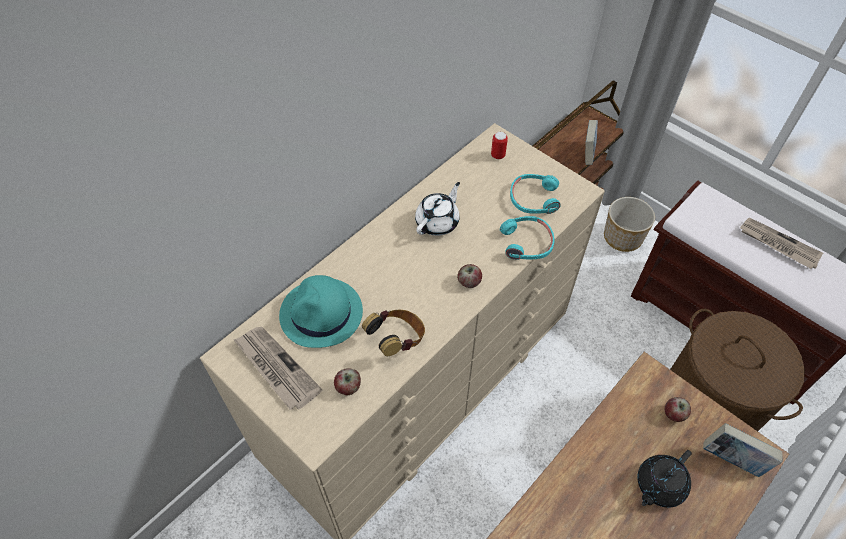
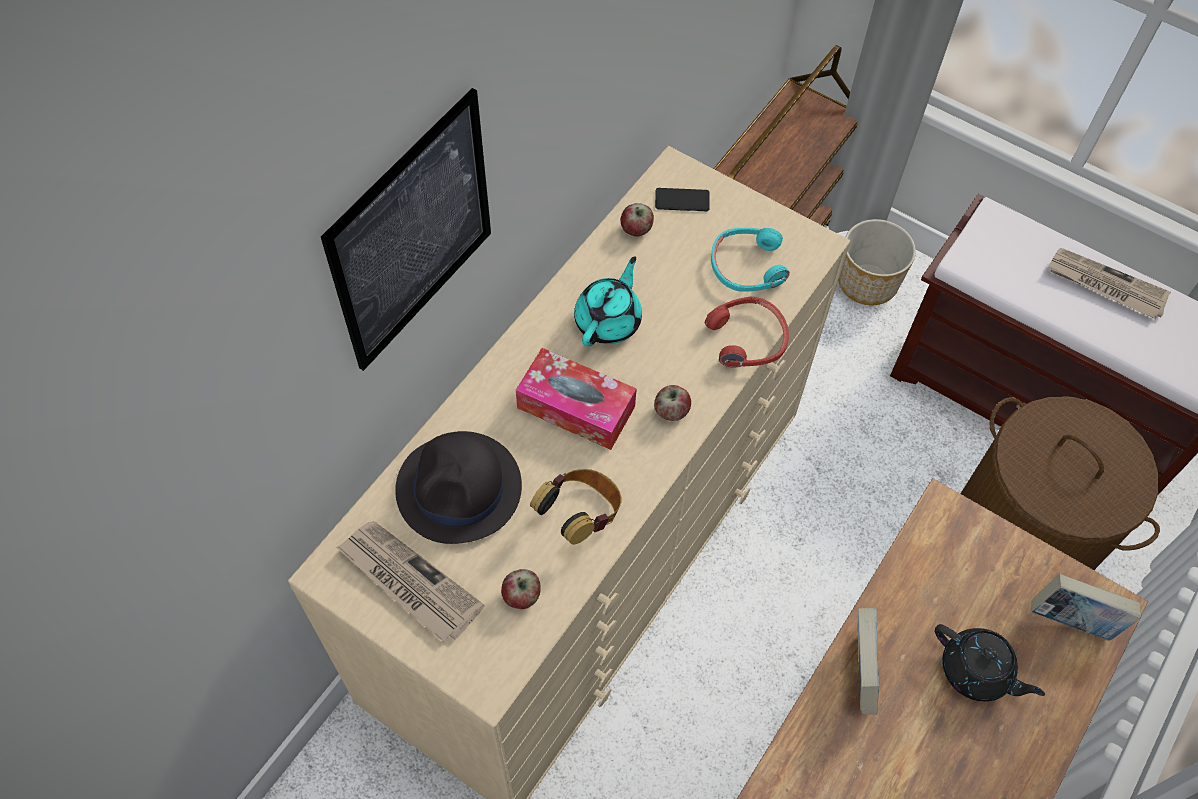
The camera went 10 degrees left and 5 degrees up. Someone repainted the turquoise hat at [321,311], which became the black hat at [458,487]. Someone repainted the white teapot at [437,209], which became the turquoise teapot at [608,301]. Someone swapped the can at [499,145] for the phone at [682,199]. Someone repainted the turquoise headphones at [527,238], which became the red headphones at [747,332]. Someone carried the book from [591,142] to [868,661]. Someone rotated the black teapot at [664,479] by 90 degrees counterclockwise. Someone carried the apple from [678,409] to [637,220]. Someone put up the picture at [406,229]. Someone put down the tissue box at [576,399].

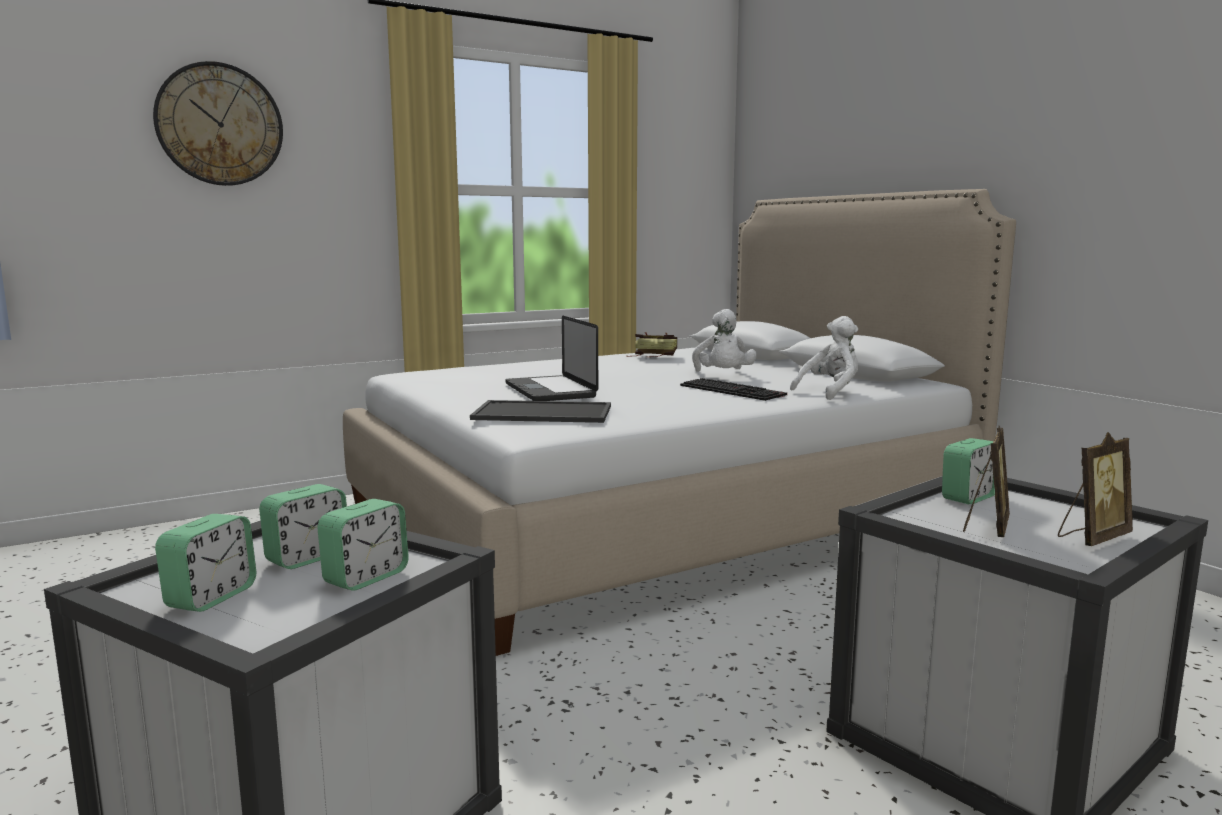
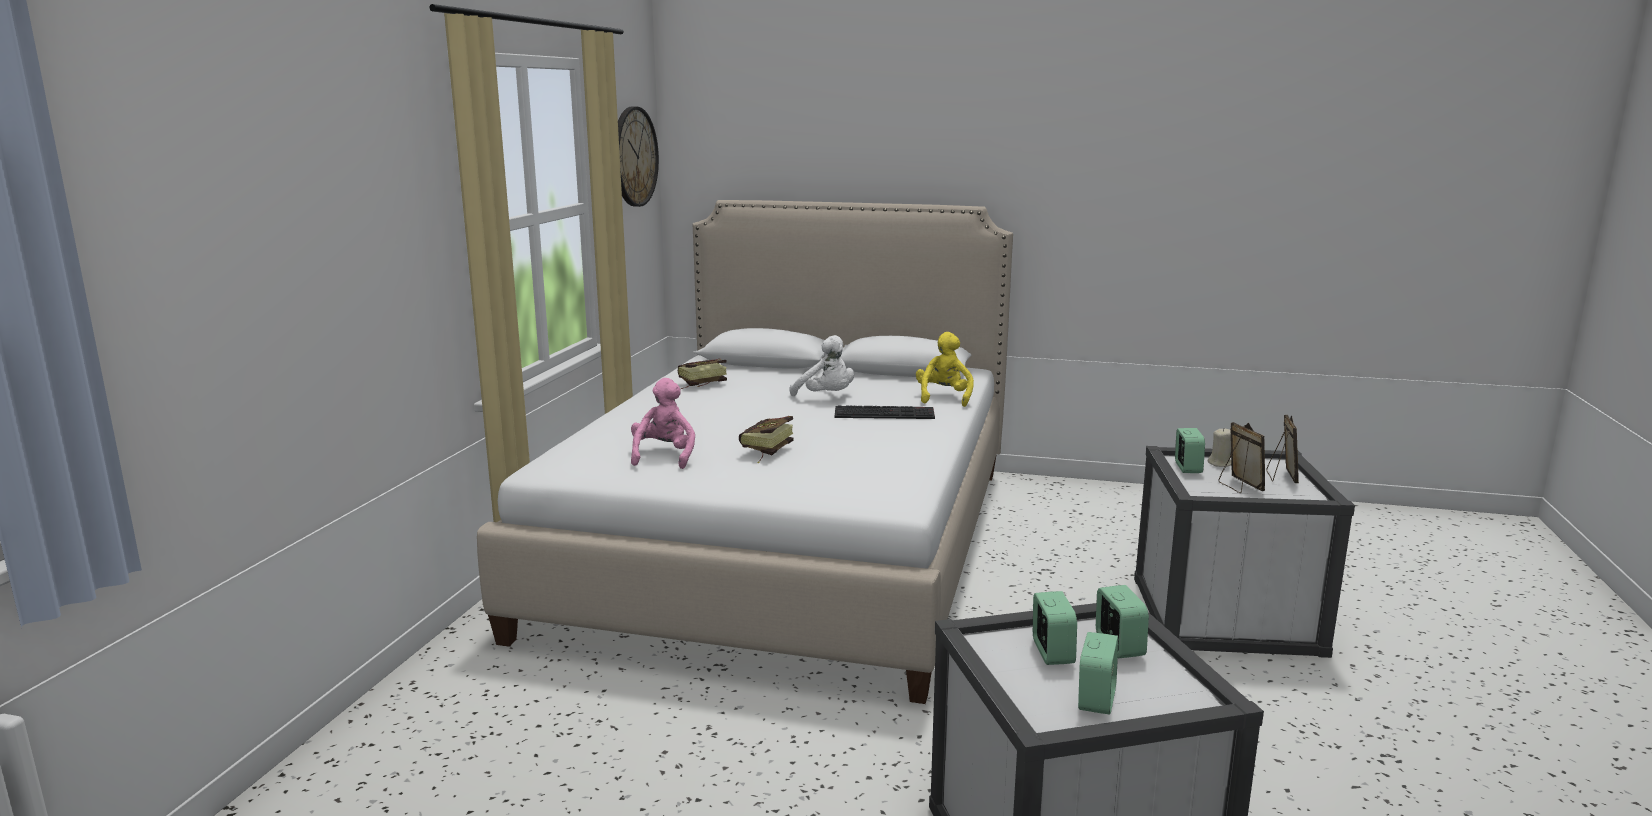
The camera went 45 degrees left and 5 degrees up. Someone carried the wall clock from [218,123] to [638,156]. Someone rotated the alarm clock at [205,563] by 45 degrees clockwise. Someone took away the tray at [540,411]. Someone swapped the laptop at [551,358] for the book at [766,439]. Someone repainted the white plush toy at [824,358], which became the yellow plush toy at [945,369]. Someone put down the pink plush toy at [663,423]. Someone put down the beige candle at [1219,447].

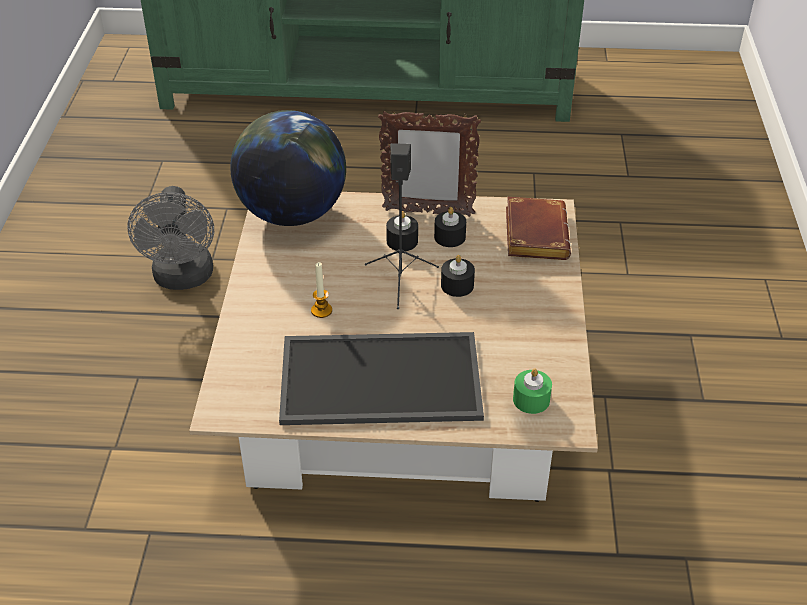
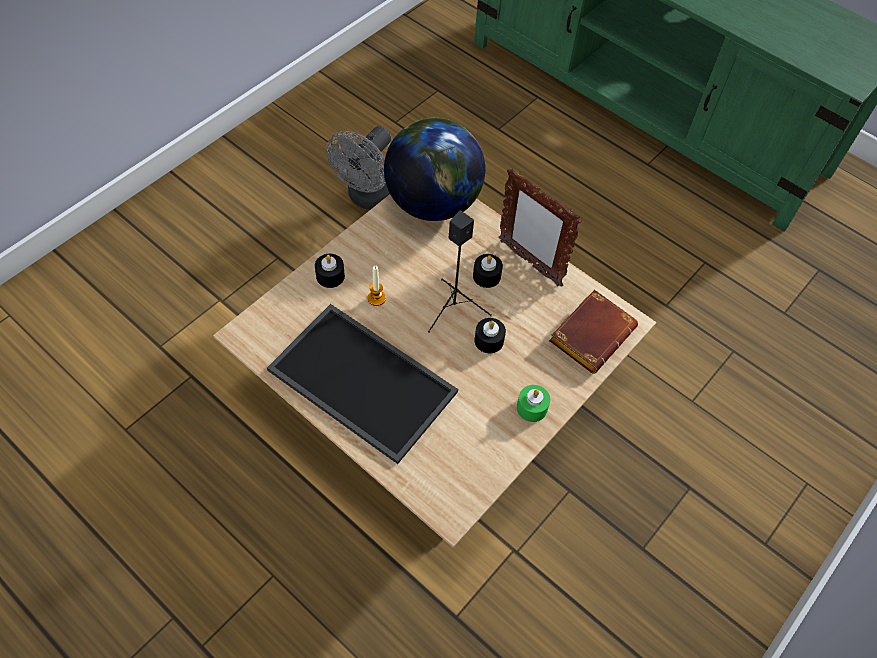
The camera went 35 degrees right and 15 degrees up. Someone carried the black candle from [450,227] to [330,271]. Someone carried the green candle from [532,391] to [533,403].

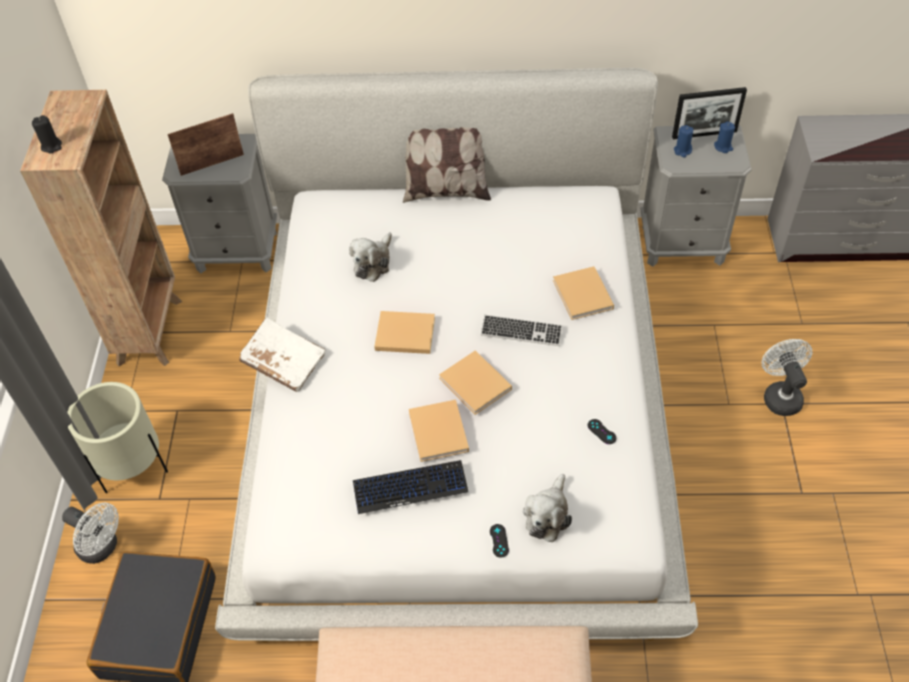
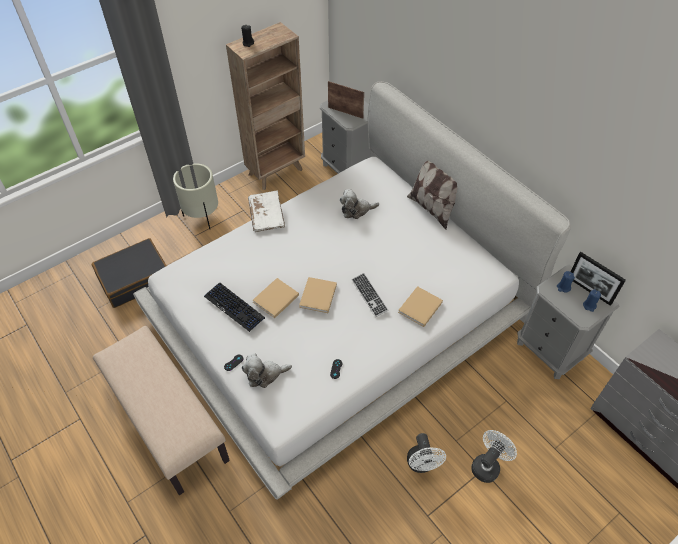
The camera went 50 degrees right and 0 degrees up. Someone carried the white fan from [90,533] to [426,453]. Someone took away the beige book at [404,332].

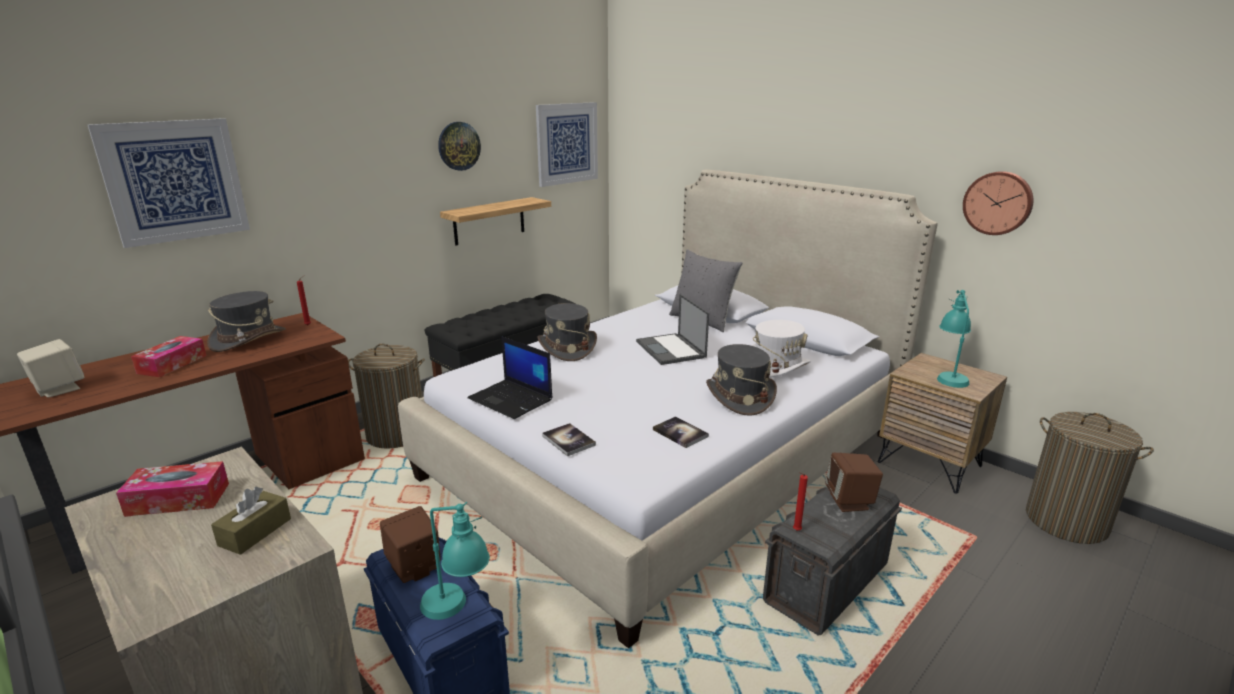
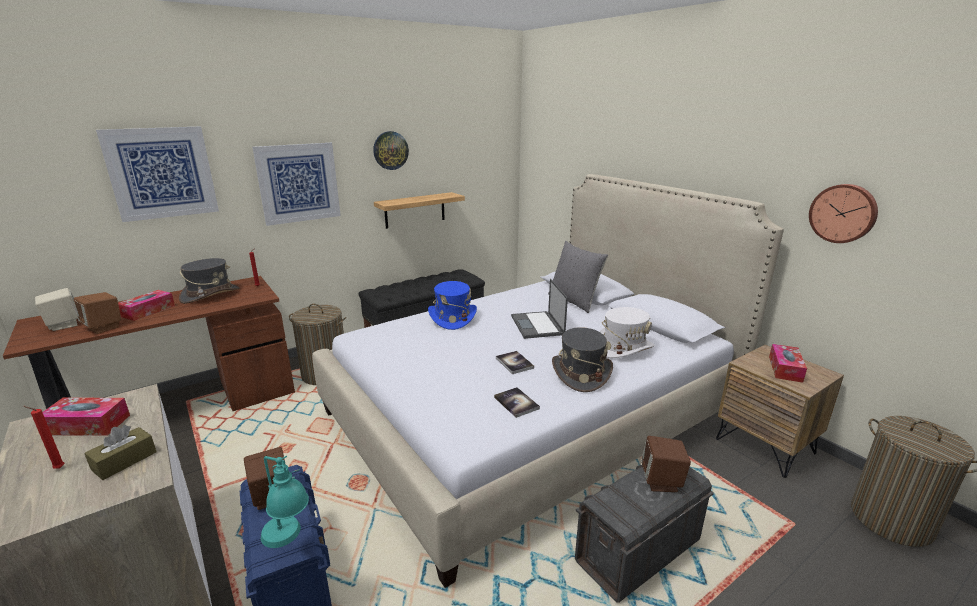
The camera went 10 degrees right and 0 degrees up. Someone took away the laptop at [510,377]. Someone carried the picture from [567,144] to [296,184]. Someone repainted the grey hat at [567,332], which became the blue hat at [452,305]. Someone carried the book from [569,439] to [515,362]. Someone carried the red candle from [800,501] to [43,437]. Someone swapped the turquoise table lamp at [954,339] for the tissue box at [788,363]. Someone put down the brown speaker at [97,313].

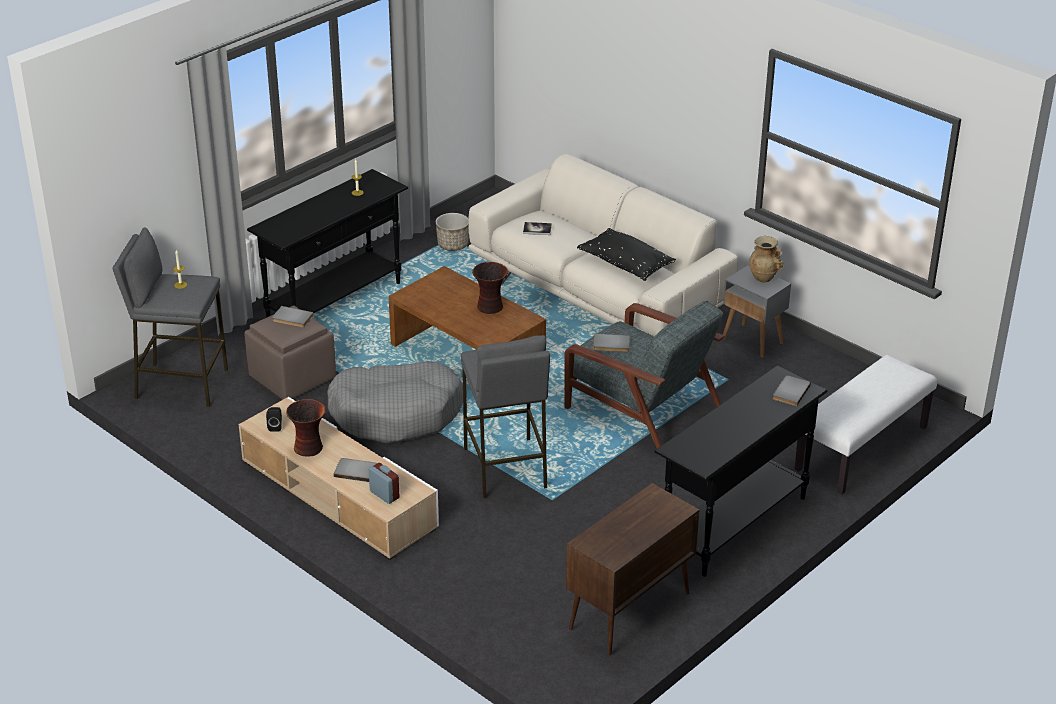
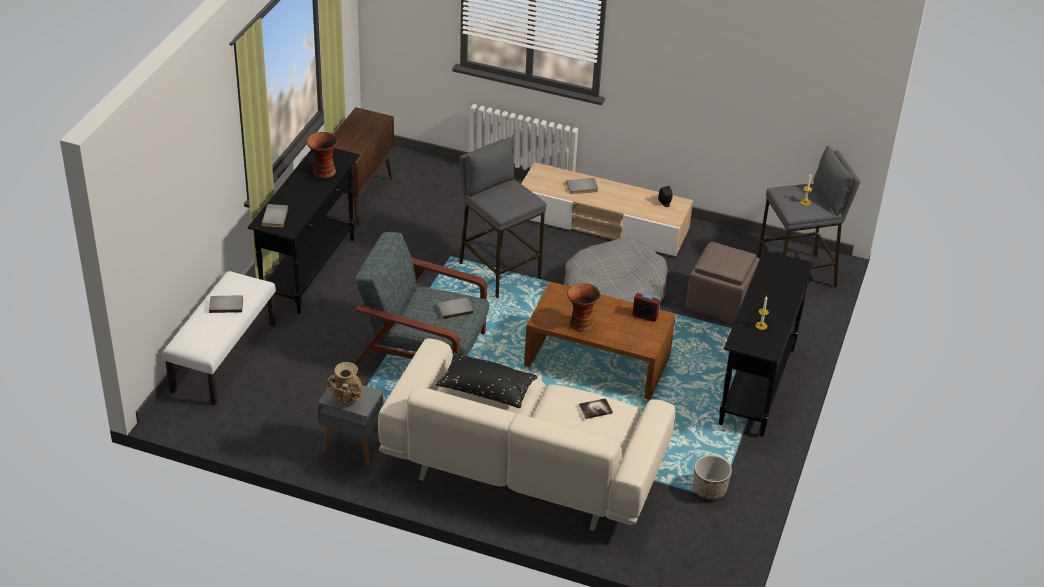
The camera went 155 degrees right and 5 degrees up. Someone carried the grey book from [293,317] to [226,304]. Someone carried the vase from [306,428] to [322,155]. Someone carried the alarm clock from [384,483] to [647,306].

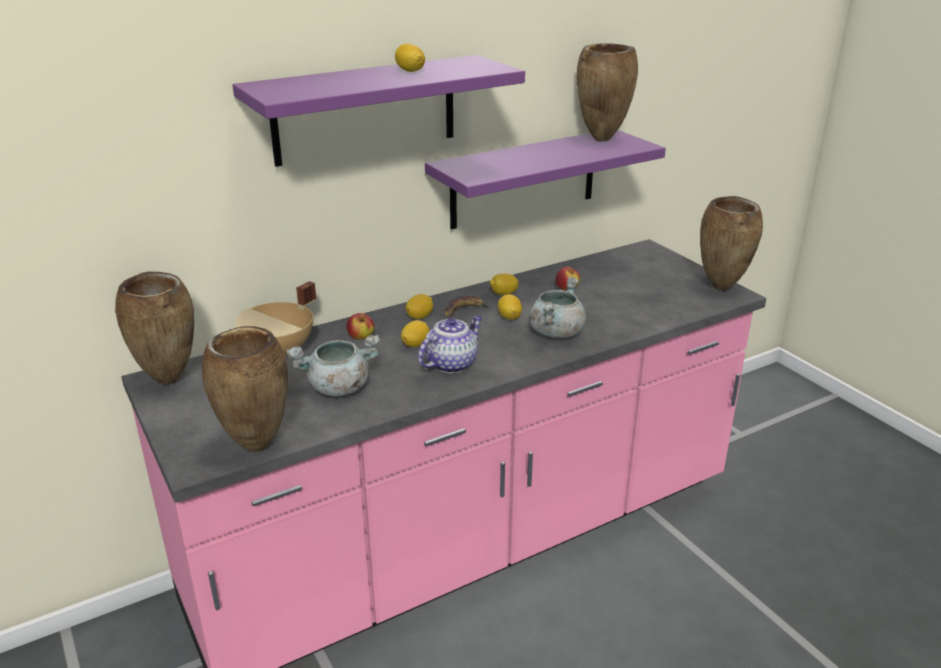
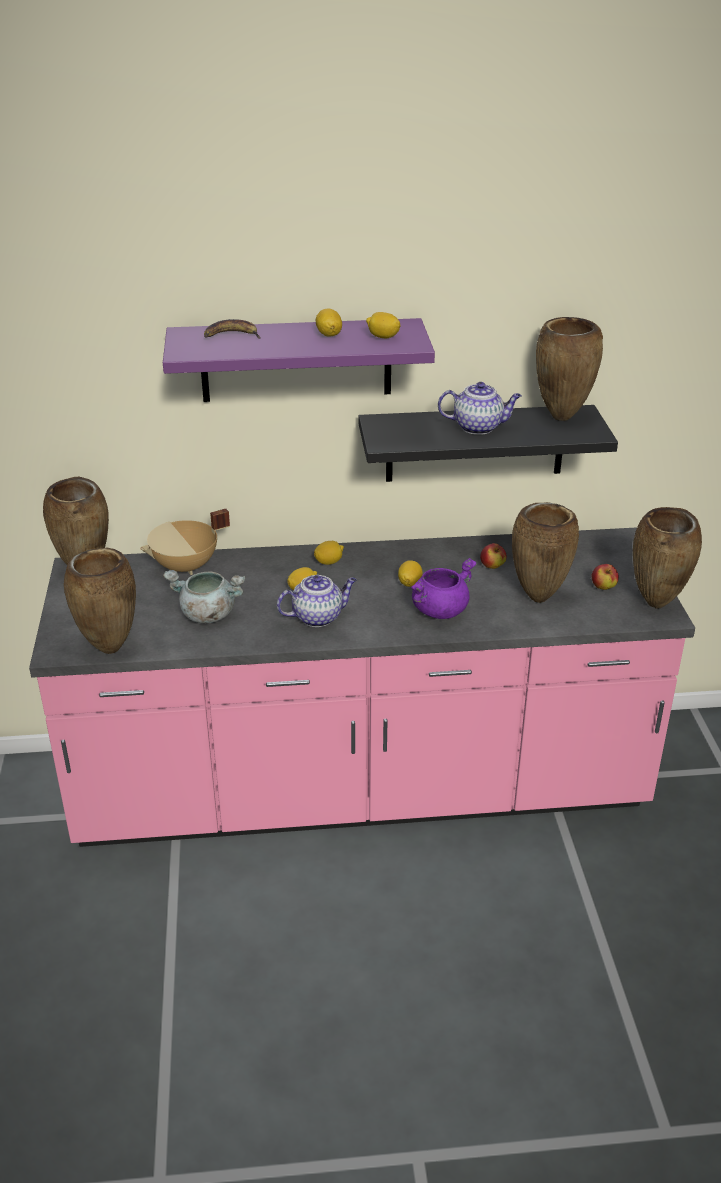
The camera went 25 degrees right and 5 degrees up. Someone carried the apple from [360,326] to [605,577]. Someone repainted the purple shelf at [545,180], which became the black shelf at [488,443]. Someone carried the banana from [468,307] to [232,329]. Someone carried the lemon from [504,284] to [383,325]. Someone repainted the grey cooking pot at [557,307], which became the purple cooking pot at [443,588]. Someone put down the teapot at [480,408]. Someone put down the brown vase at [545,552].

